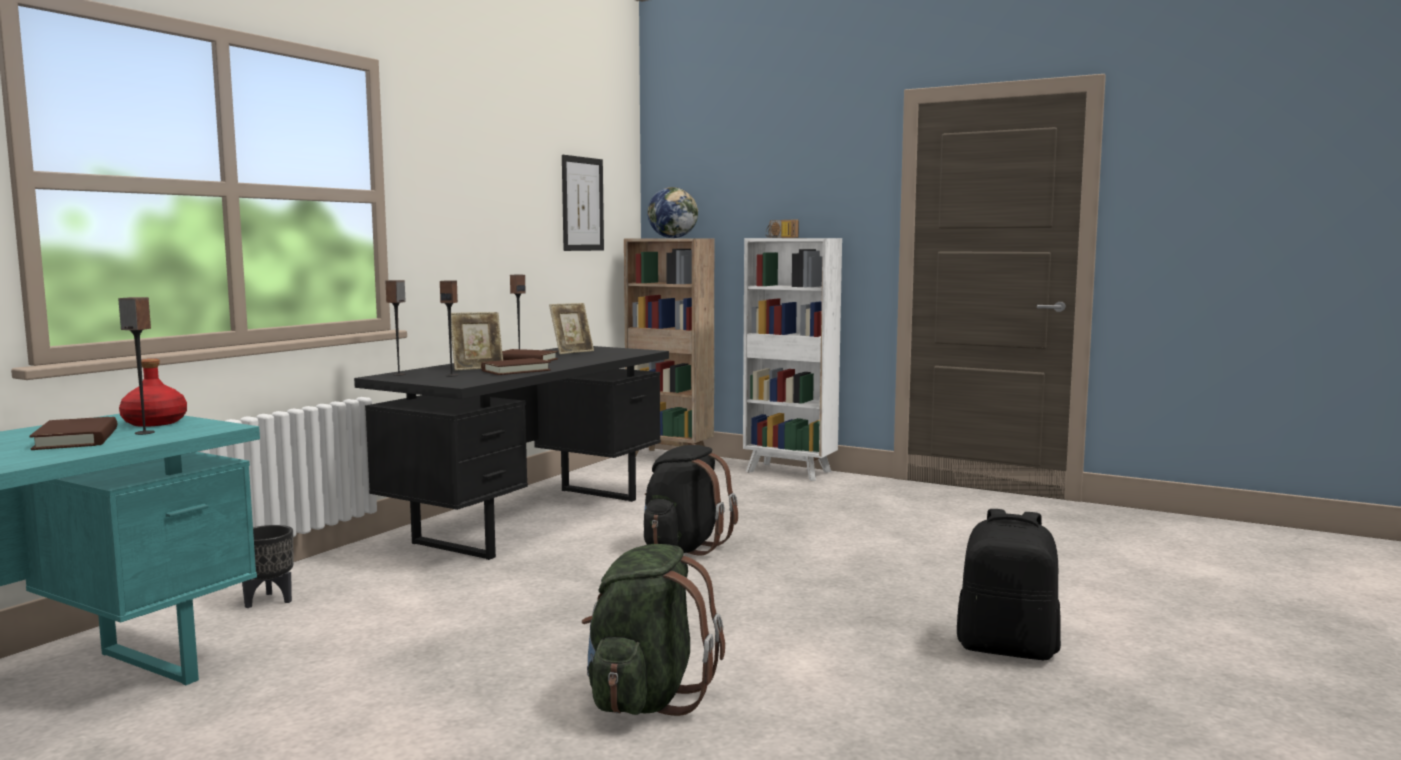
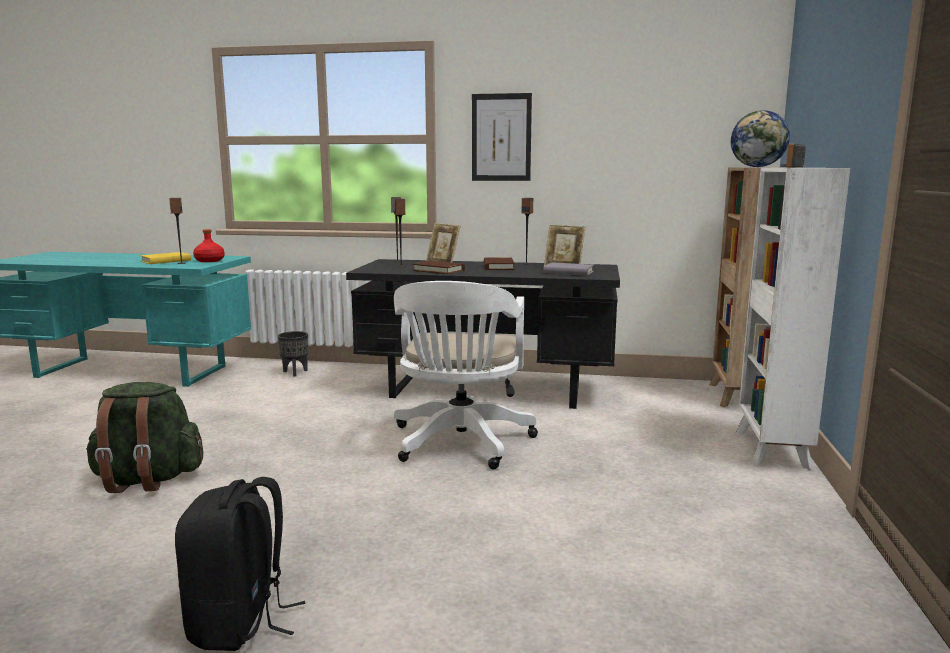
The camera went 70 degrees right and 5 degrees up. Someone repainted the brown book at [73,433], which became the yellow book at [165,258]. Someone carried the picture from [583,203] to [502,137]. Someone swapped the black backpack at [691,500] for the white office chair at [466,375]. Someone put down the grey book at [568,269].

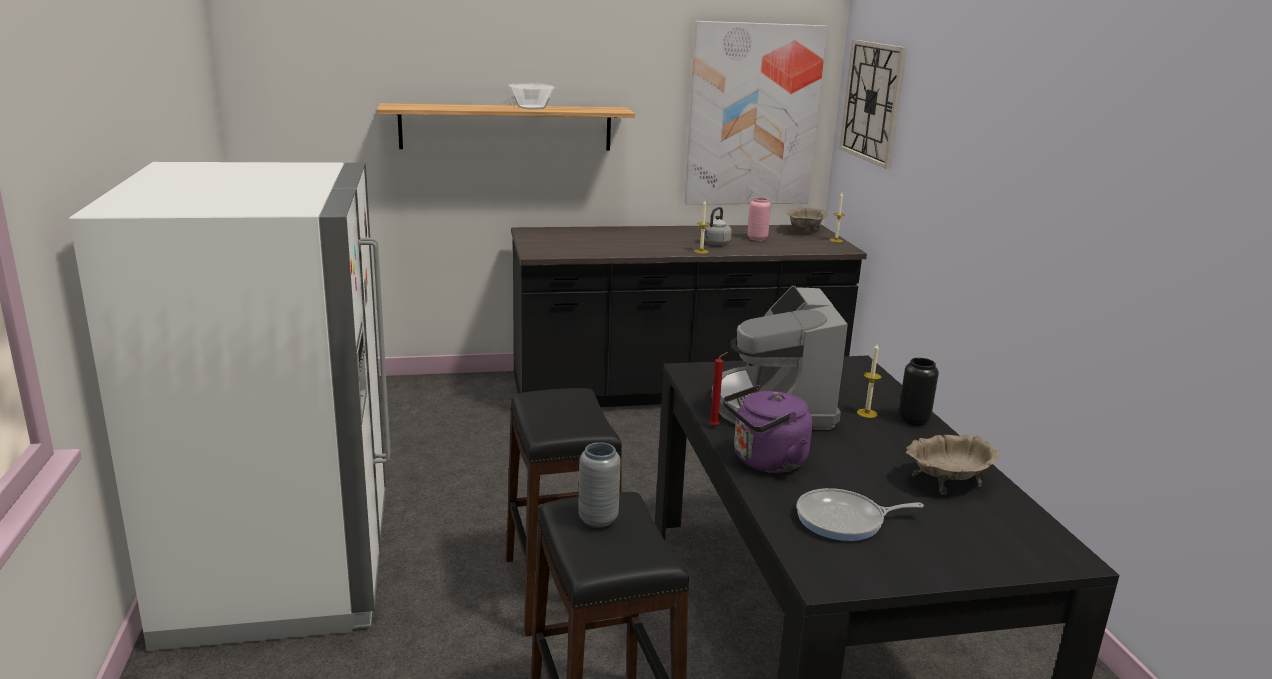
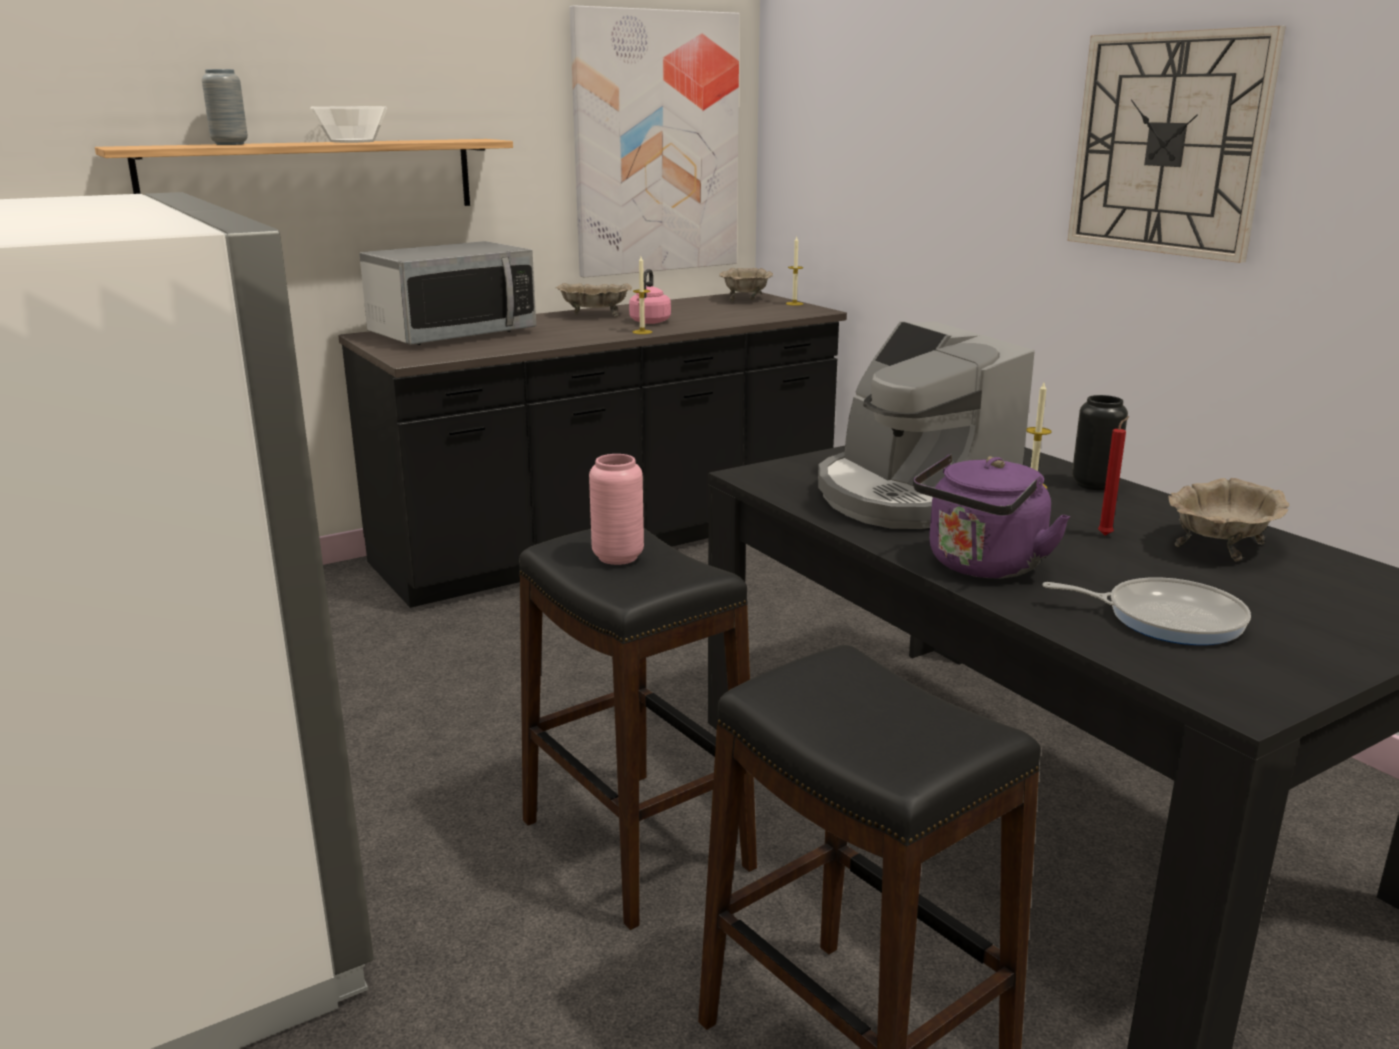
The camera went 20 degrees left and 0 degrees up. Someone carried the grey vase from [599,485] to [225,107]. Someone repainted the grey kettle at [718,226], which became the pink kettle at [650,296]. Someone carried the red candle from [718,389] to [1113,476]. Someone carried the pink vase from [759,219] to [616,509]. Someone rotated the frying pan at [860,514] by 135 degrees counterclockwise. Someone carried the wall clock from [873,104] to [1176,144]. Someone put down the microwave at [447,293]. Someone put down the beige bowl at [594,300].

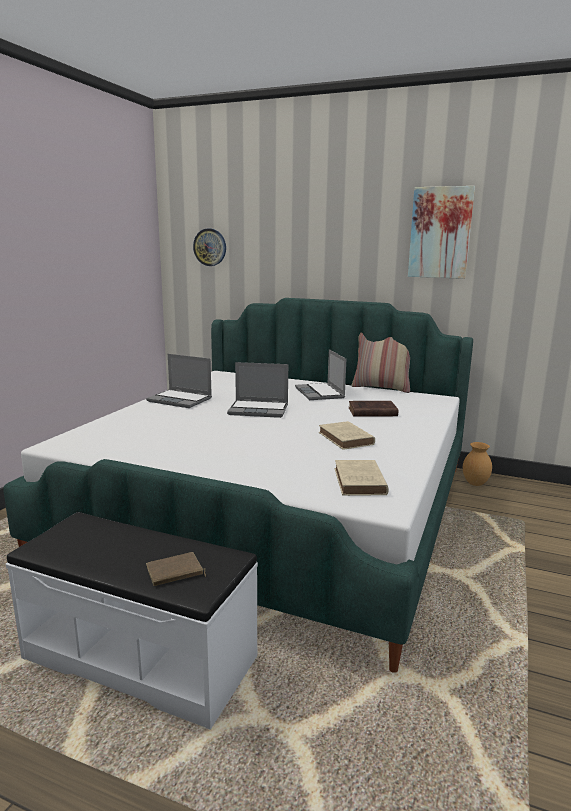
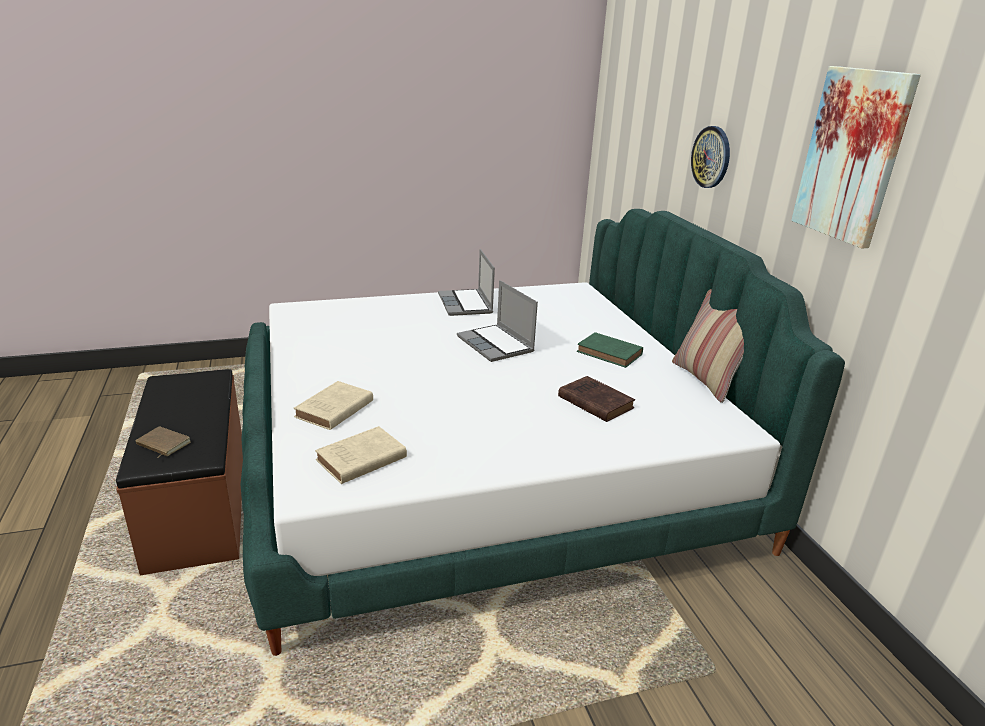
The camera went 50 degrees right and 10 degrees up. Someone repainted the white bench at [132,621], which became the brown bench at [179,472]. Someone carried the wall clock from [209,247] to [710,157]. Someone swapped the laptop at [320,374] for the green book at [610,350]. Someone carried the beige book from [347,435] to [333,405]. Someone took away the brown vase at [477,464].

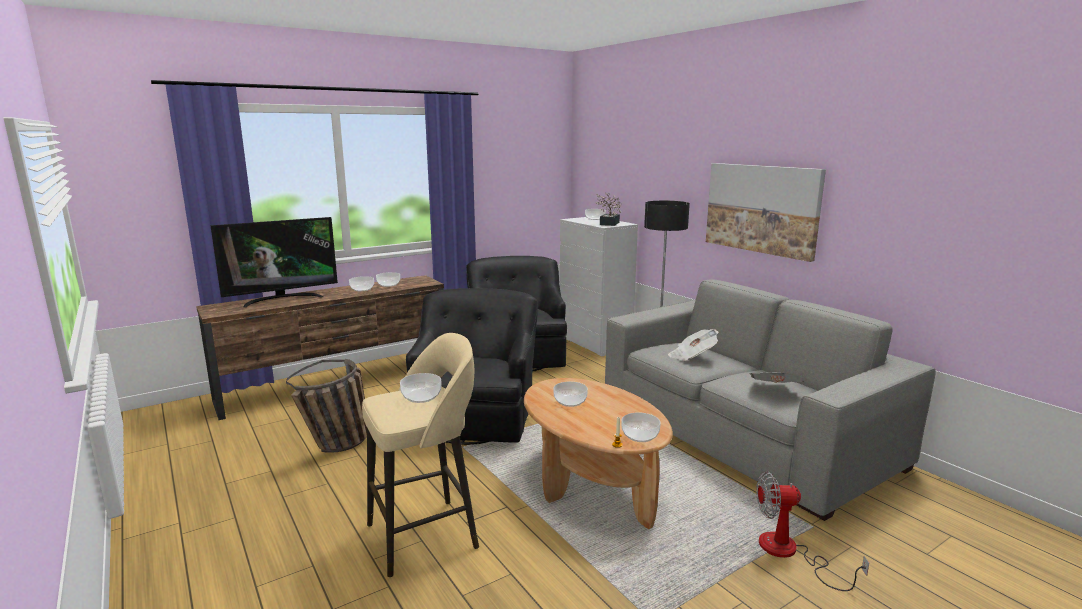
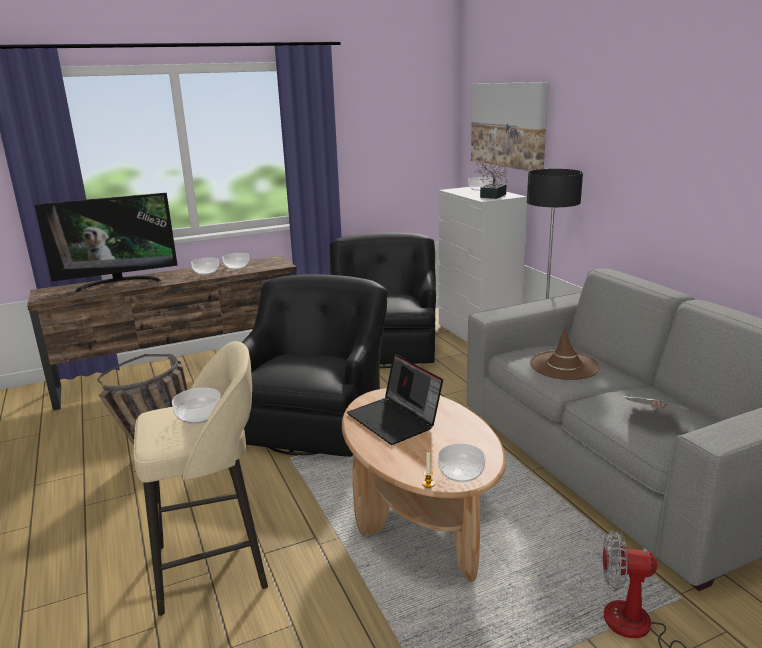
The camera went 10 degrees right and 5 degrees up. Someone swapped the bowl at [570,394] for the laptop at [395,399]. Someone swapped the newspaper at [693,345] for the brown hat at [565,354]. Someone carried the picture from [766,212] to [510,126].

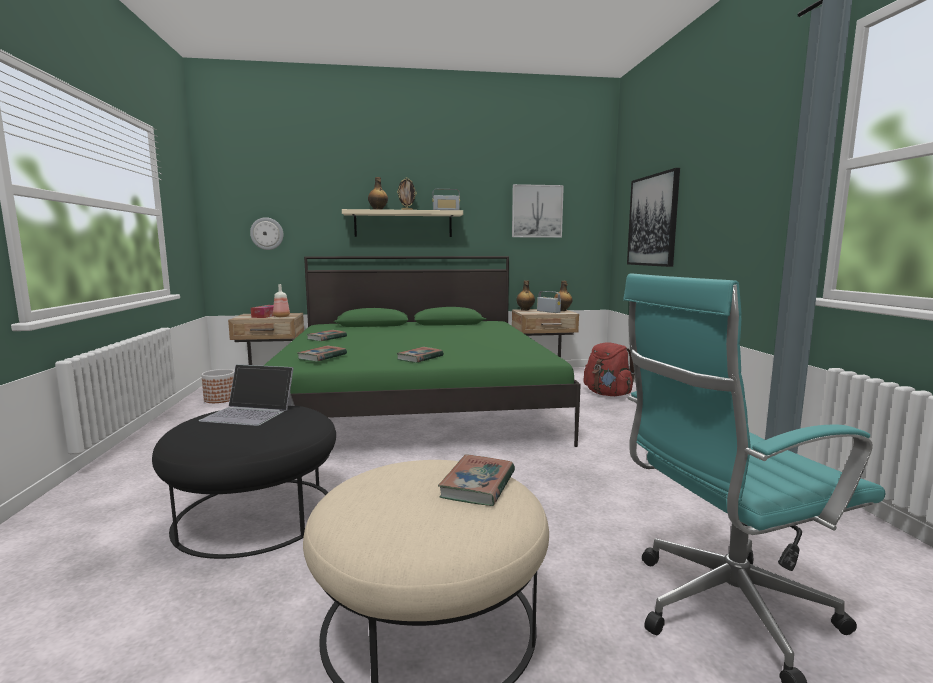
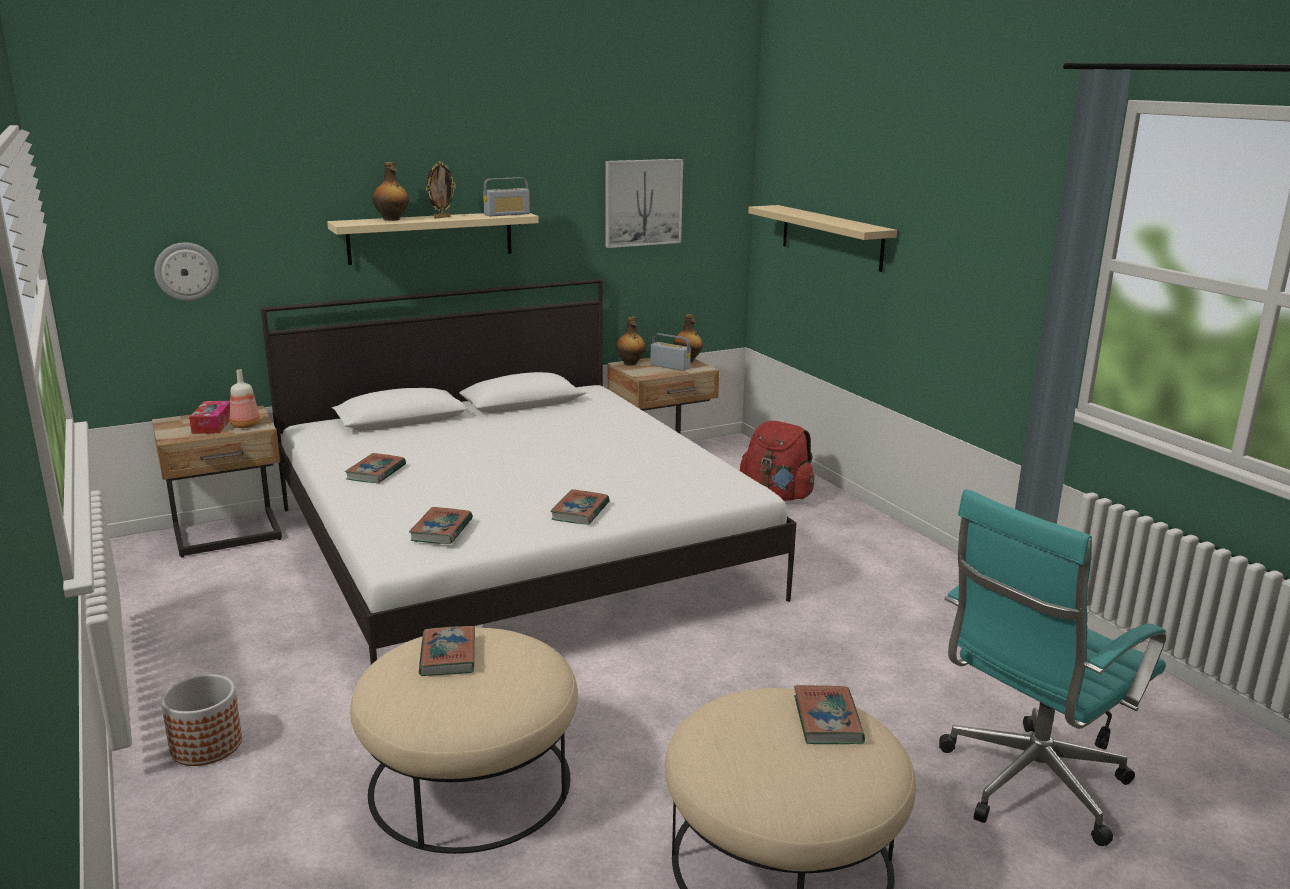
The camera went 20 degrees left and 10 degrees up. Someone repainted the black ottoman at [244,482], which became the beige ottoman at [464,741]. Someone swapped the laptop at [247,395] for the book at [447,651]. Someone carried the planter from [217,386] to [201,720]. Someone repainted the green bed at [422,351], which became the white bed at [528,472]. Someone swapped the picture at [653,217] for the beige shelf at [822,238].

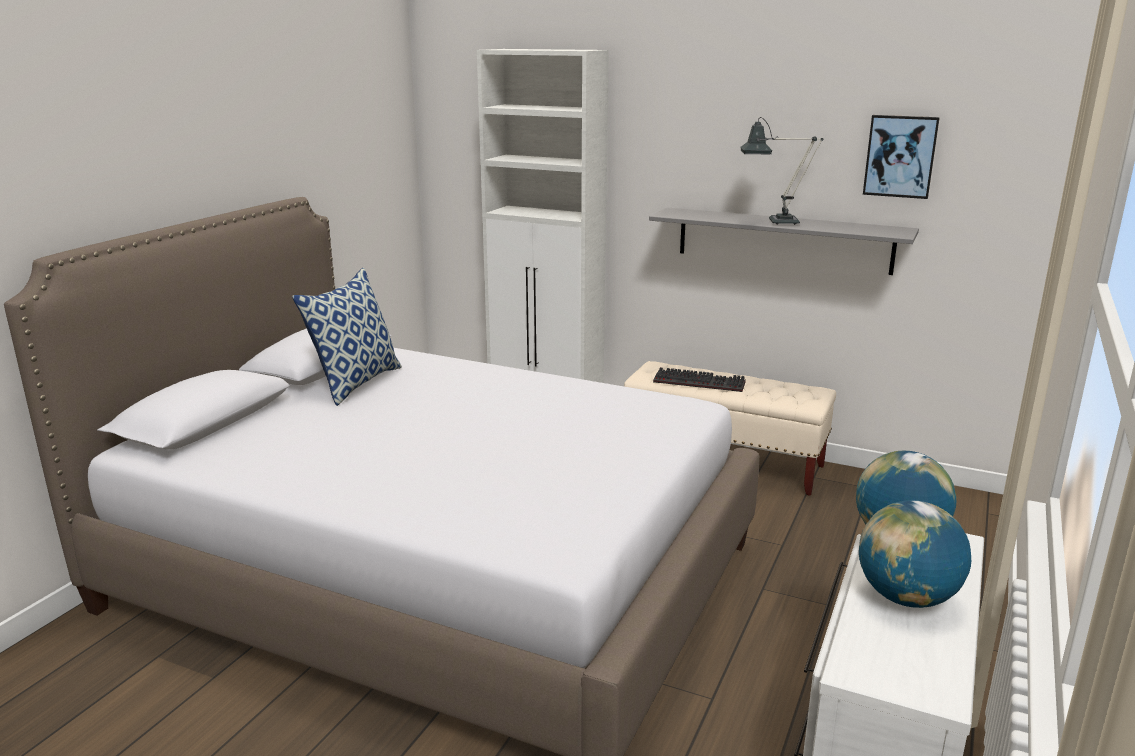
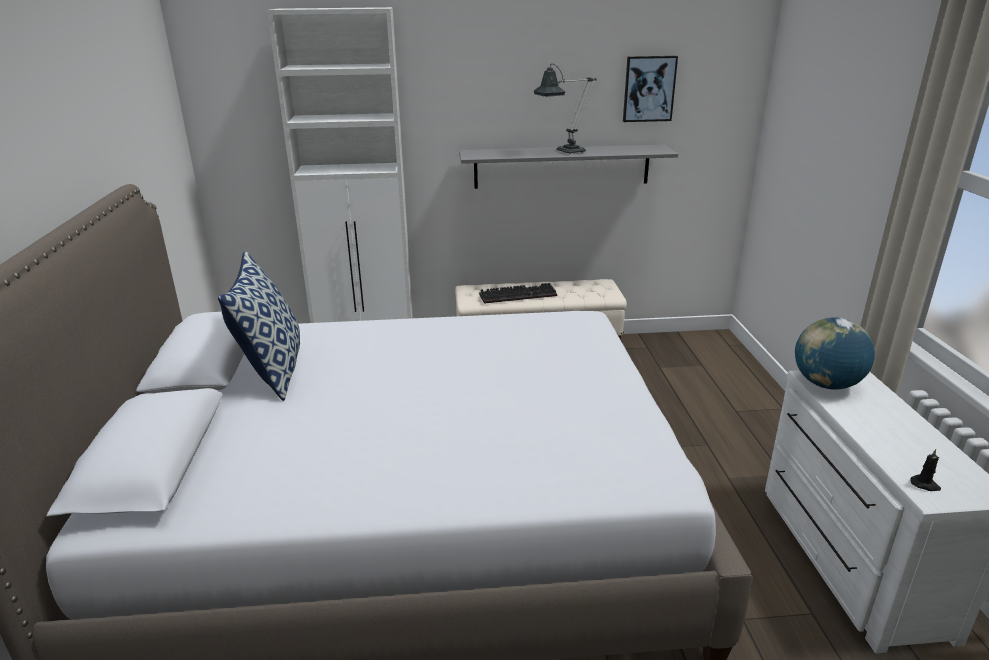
The camera went 30 degrees left and 5 degrees up. Someone took away the globe at [915,554]. Someone put down the black candle at [926,470].

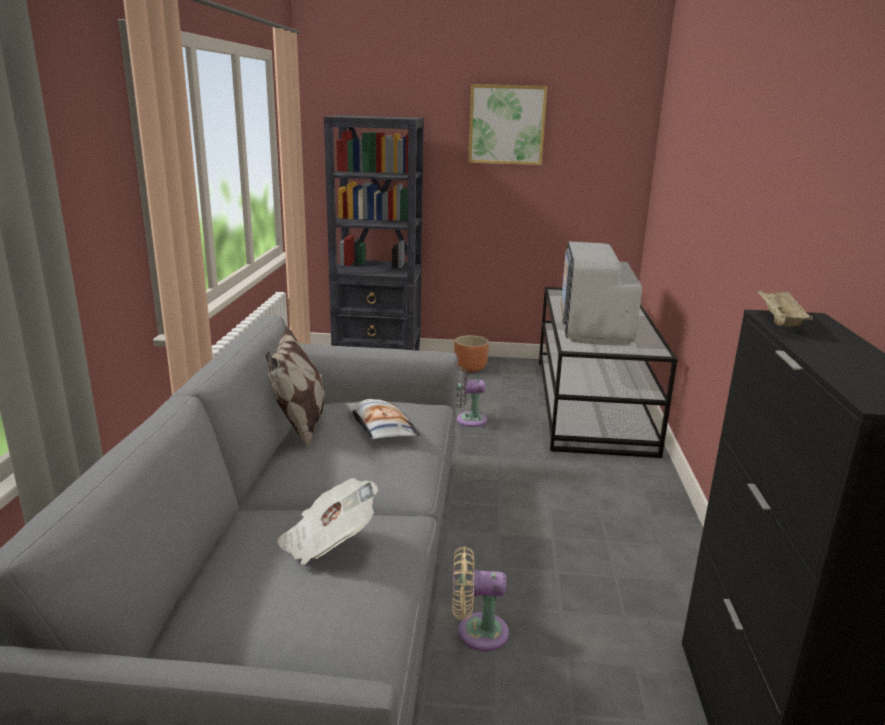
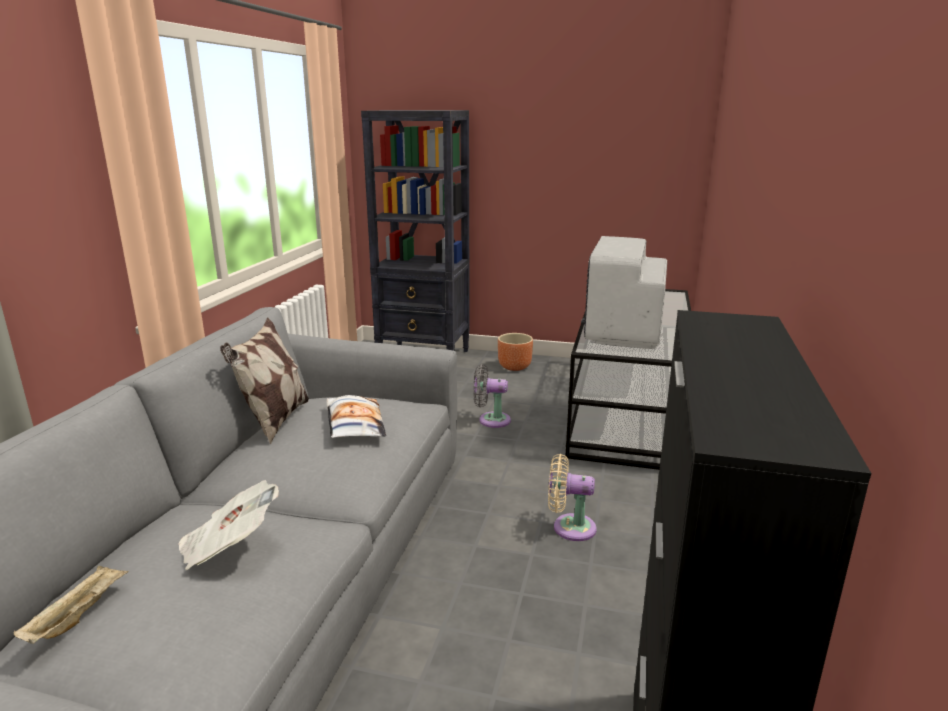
The camera went 10 degrees right and 0 degrees up. Someone carried the beige fan from [480,598] to [572,497]. Someone took away the picture at [508,124]. Someone carried the beige tray from [785,307] to [71,604].

